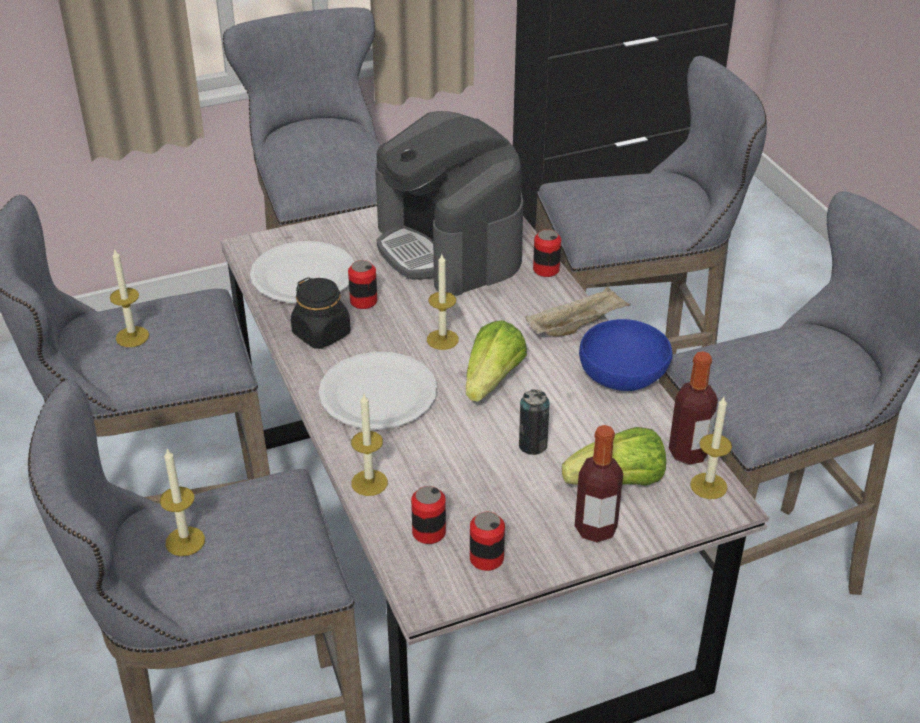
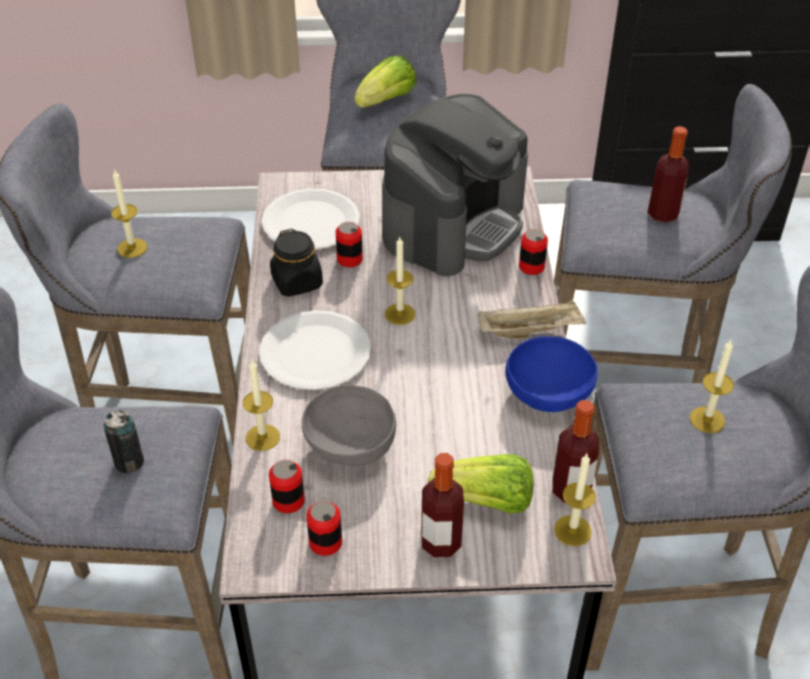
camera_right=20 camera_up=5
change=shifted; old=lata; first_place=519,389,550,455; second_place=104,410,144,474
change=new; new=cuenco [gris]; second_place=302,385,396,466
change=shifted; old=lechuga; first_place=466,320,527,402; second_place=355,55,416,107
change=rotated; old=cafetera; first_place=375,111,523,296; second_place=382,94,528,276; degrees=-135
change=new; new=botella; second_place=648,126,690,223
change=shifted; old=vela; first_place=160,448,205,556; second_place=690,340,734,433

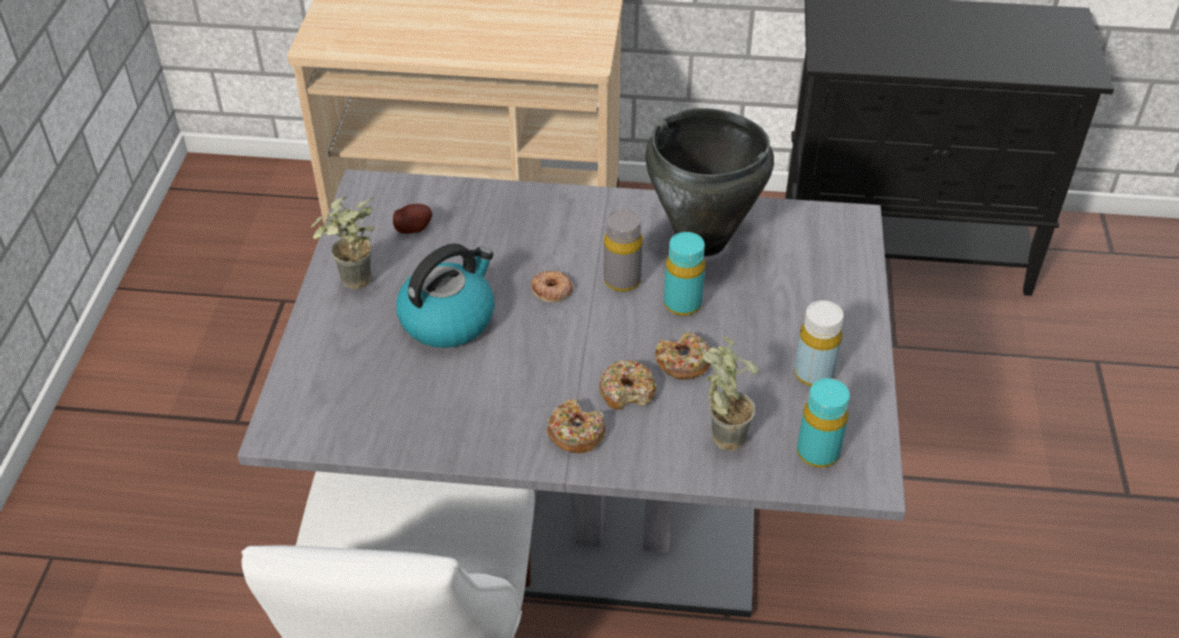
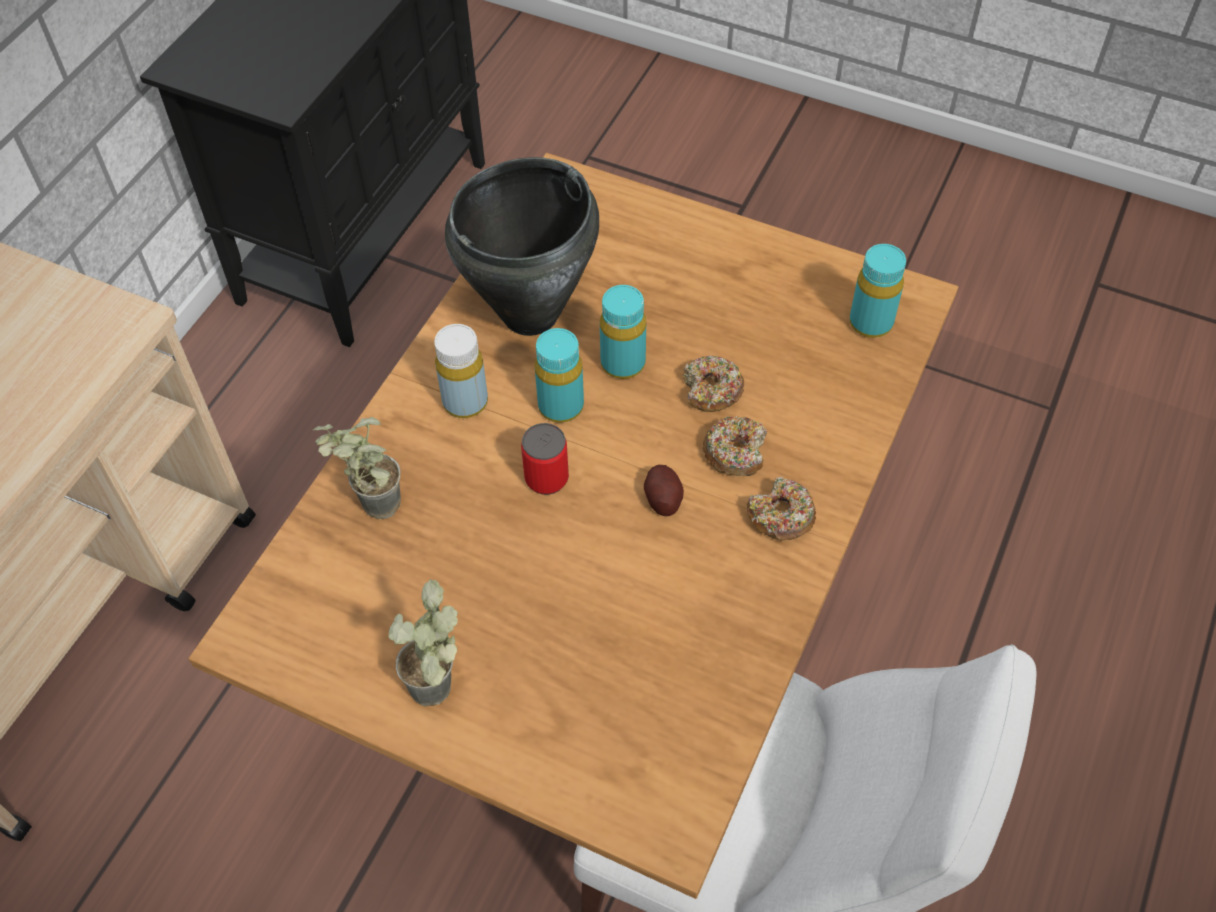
camera_right=-70 camera_up=10
change=repainted; old=mesa de comedor [gris]; new=mesa de comedor [marrón]; first_place=238,169,906,618; second_place=188,153,958,899
change=shifted; old=planta en maceta; first_place=703,334,758,451; second_place=313,417,401,519
change=shifted; old=botella [amarillo]; first_place=794,300,844,386; second_place=434,324,488,418
change=swapped; old=rosquilla; new=lata; first_place=531,271,573,302; second_place=521,423,569,495
change=repainted; old=botella [gris]; new=botella [turquesa]; first_place=603,209,643,292; second_place=535,328,584,423
change=shifted; old=patata; first_place=393,204,432,234; second_place=644,465,684,516
change=gone; old=hervidor; first_place=396,243,494,348

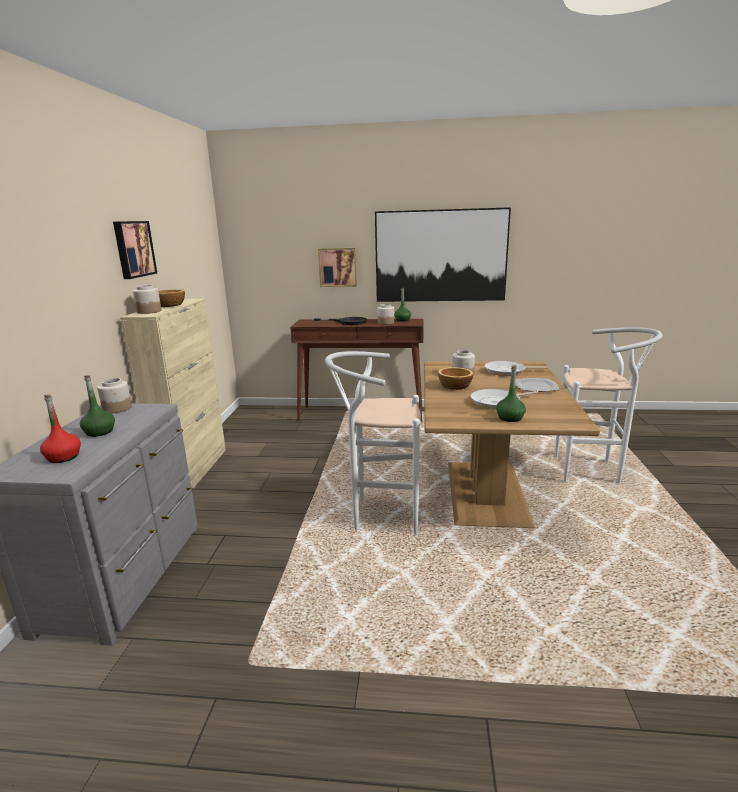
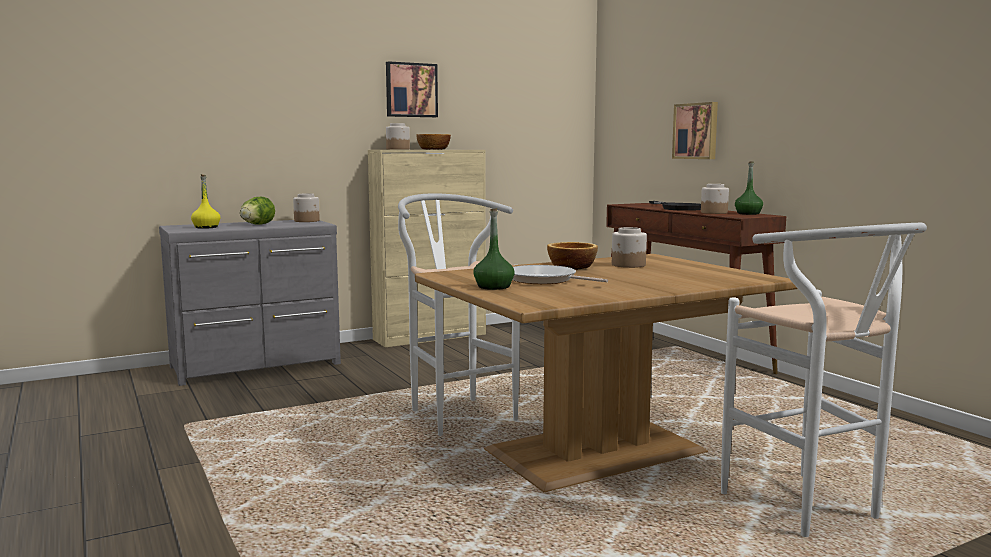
camera_right=55 camera_up=-10
change=repainted; old=botella [rojo]; new=botella [amarillo]; first_place=40,394,81,463; second_place=191,174,221,229
change=swapped; old=botella [verde]; new=lechuga; first_place=80,375,115,437; second_place=240,197,275,225
change=gone; old=cuadro; first_place=375,207,511,302
change=gone; old=sartén; first_place=484,361,549,376
change=gone; old=plato; first_place=515,378,559,392

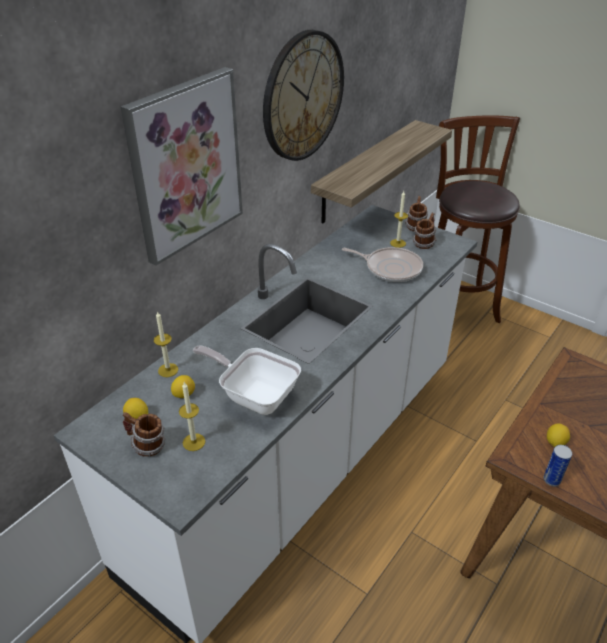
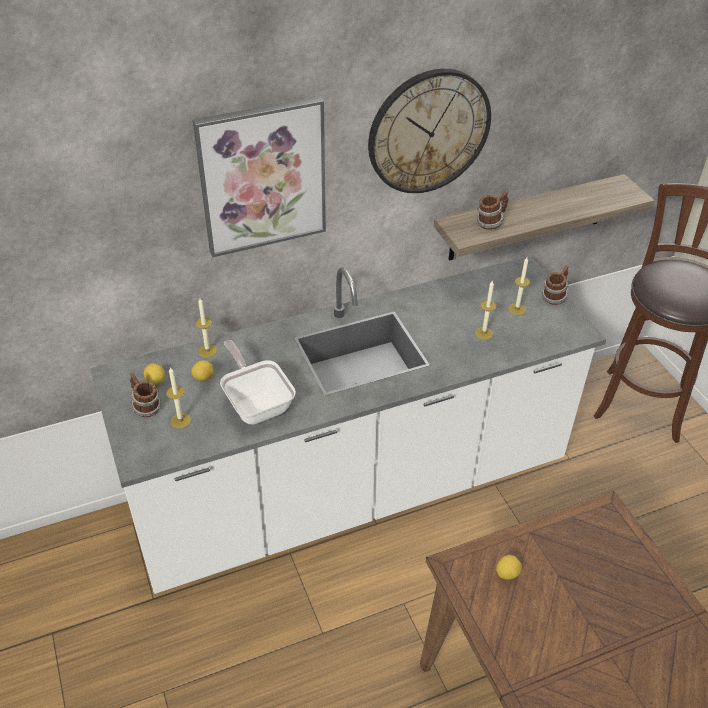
camera_right=30 camera_up=5
change=swapped; old=sartén; new=vela; first_place=342,247,423,282; second_place=475,280,496,340
change=shifted; old=taza grande; first_place=413,213,437,249; second_place=477,191,509,230
change=gone; old=lata; first_place=544,445,572,486

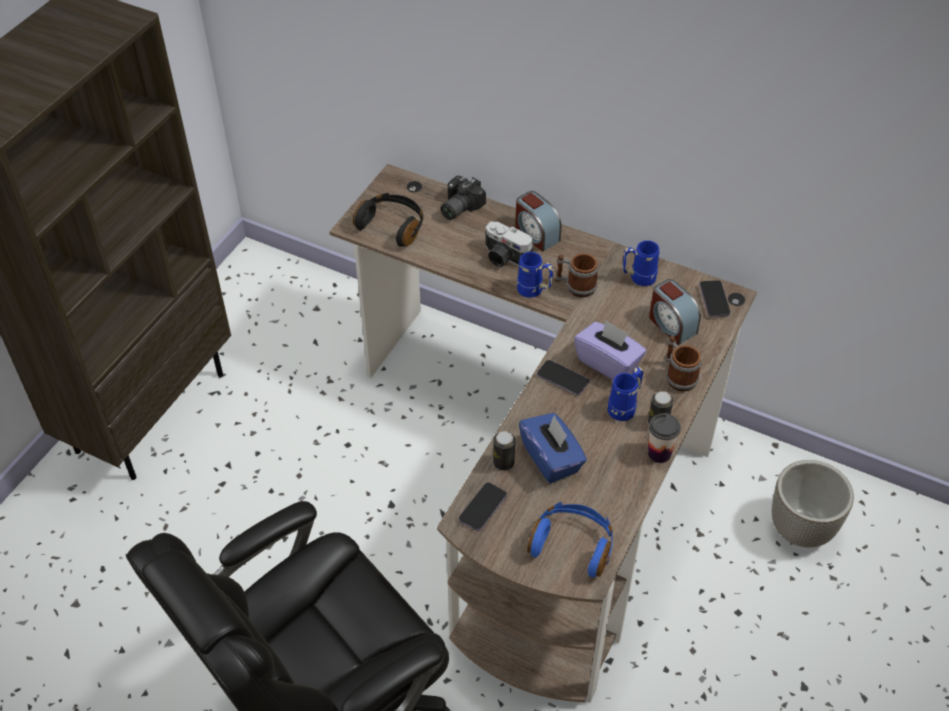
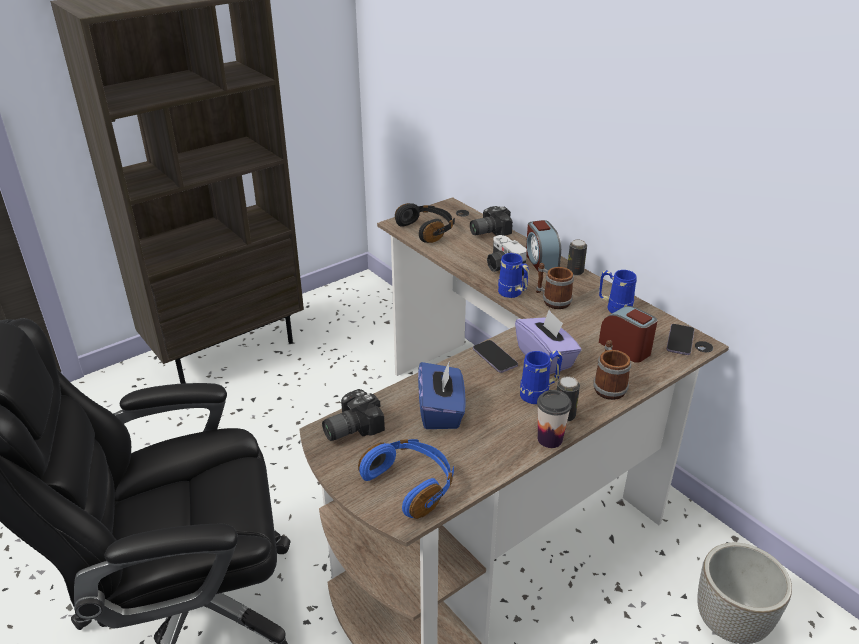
camera_right=25 camera_up=-15
change=swapped; old=móvil; new=cámara; first_place=458,482,507,531; second_place=322,389,385,441
change=shifted; old=lata; first_place=493,431,515,471; second_place=567,239,587,276
change=rotated; old=despertador; first_place=649,279,701,345; second_place=599,306,658,363; degrees=150

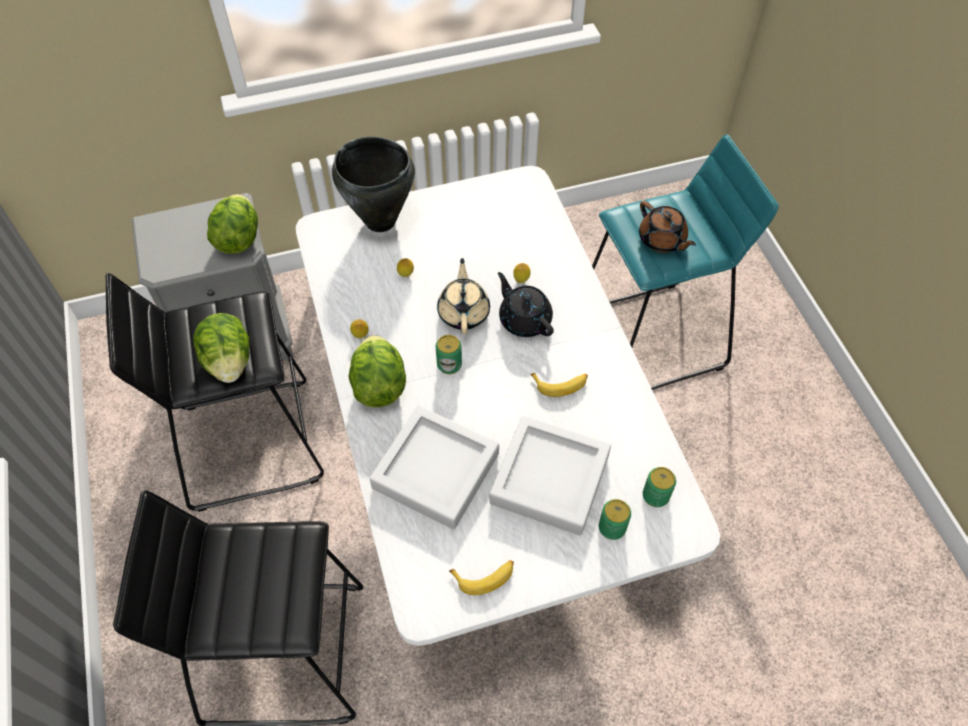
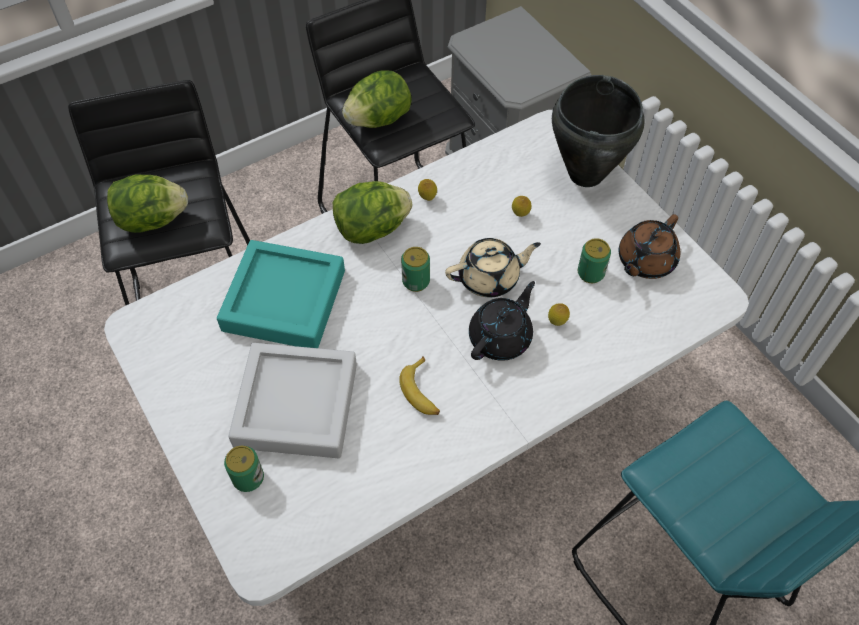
camera_right=75 camera_up=0
change=shifted; old=lechuga; first_place=207,194,258,254; second_place=107,174,188,233
change=repainted; old=bandeja [gris]; new=bandeja [turquesa]; first_place=369,406,499,529; second_place=217,240,345,348
change=shifted; old=lata; first_place=643,467,676,507; second_place=578,238,611,283
change=shifted; old=tetera [marrón]; first_place=639,201,696,253; second_place=619,214,680,279
change=gone; old=plátano; first_place=449,560,514,595

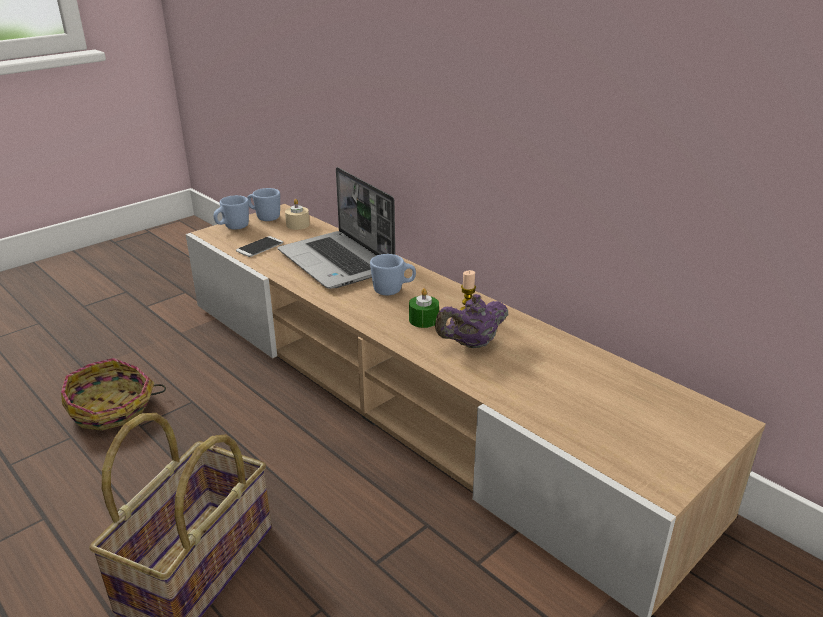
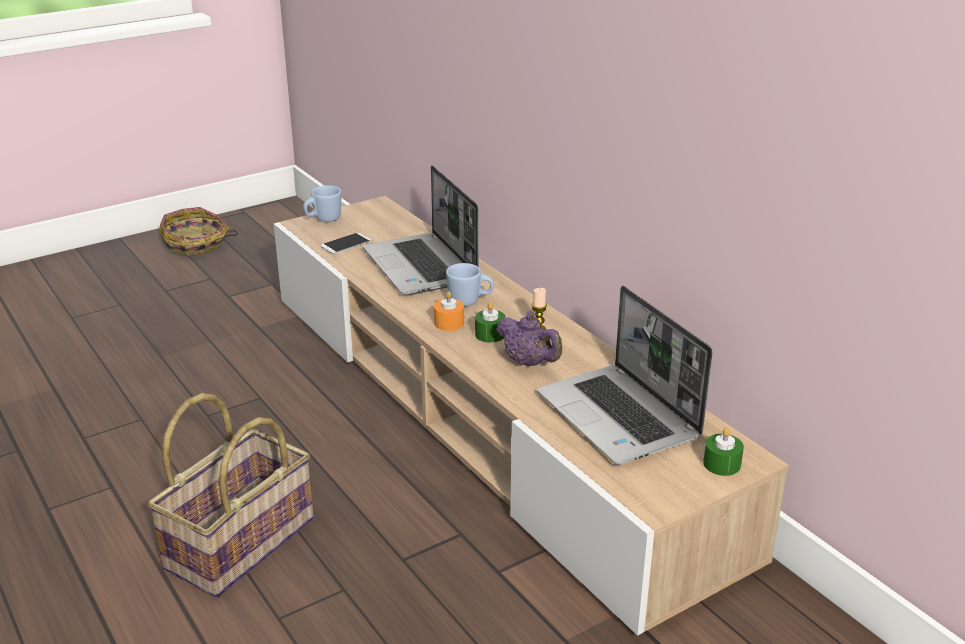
camera_right=10 camera_up=0
change=shifted; old=cesta; first_place=61,358,166,431; second_place=160,207,238,256
change=new; new=vela [naranja]; second_place=434,291,464,331
change=rotated; old=tetera [morado]; first_place=435,294,508,348; second_place=496,311,562,366; degrees=-120
change=new; new=portátil; second_place=537,286,713,465
change=new; new=vela [verde]; second_place=703,428,744,476
change=gone; old=taza grande [azul]; first_place=247,188,280,221
change=gone; old=vela [beis]; first_place=285,199,310,230

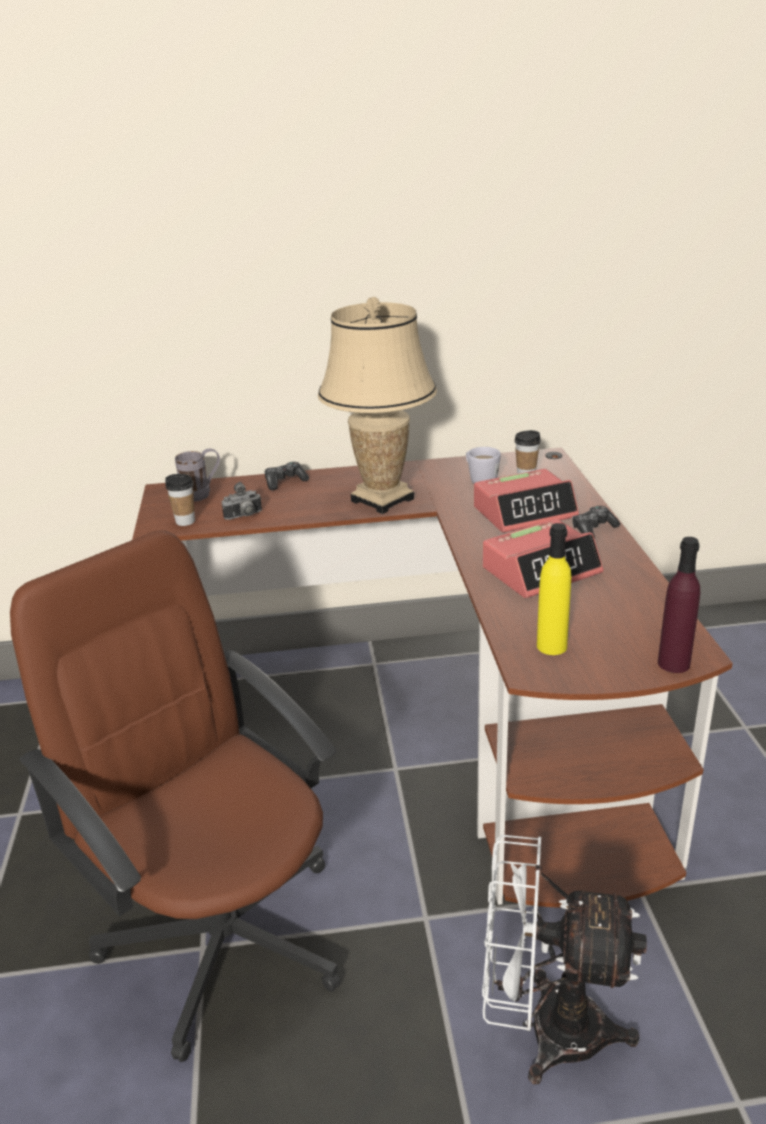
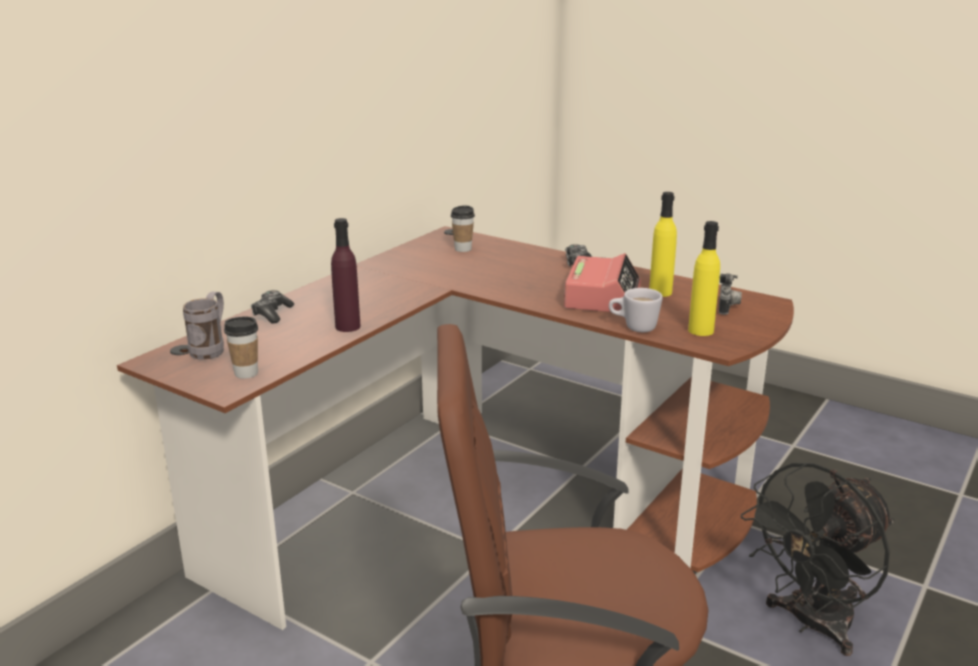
camera_right=-50 camera_up=-5
change=shifted; old=botella [morado]; first_place=658,537,700,673; second_place=331,218,361,332
change=shifted; old=taza grande [blanco]; first_place=466,447,501,483; second_place=609,288,663,332
change=new; new=botella [amarillo]; second_place=649,192,677,297
change=shifted; old=cámara; first_place=222,482,262,520; second_place=719,273,742,315
change=repainted; old=ventilador [blanco]; new=ventilador [negro]; first_place=482,835,647,1084; second_place=741,463,894,656
change=gone; old=lámpara de mesa [beis]; first_place=318,297,437,514
change=gone; old=despertador; first_place=474,469,579,533

